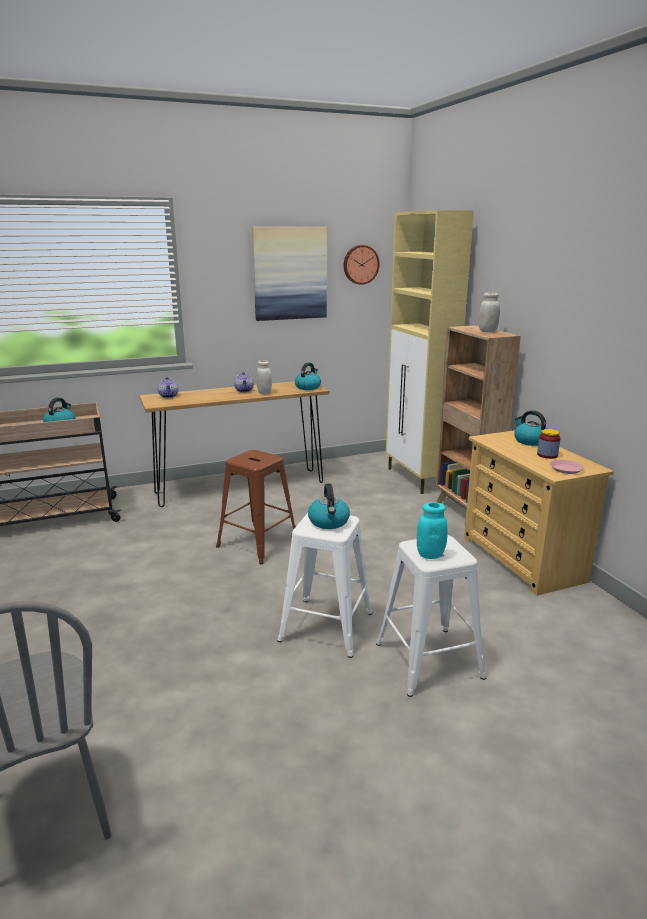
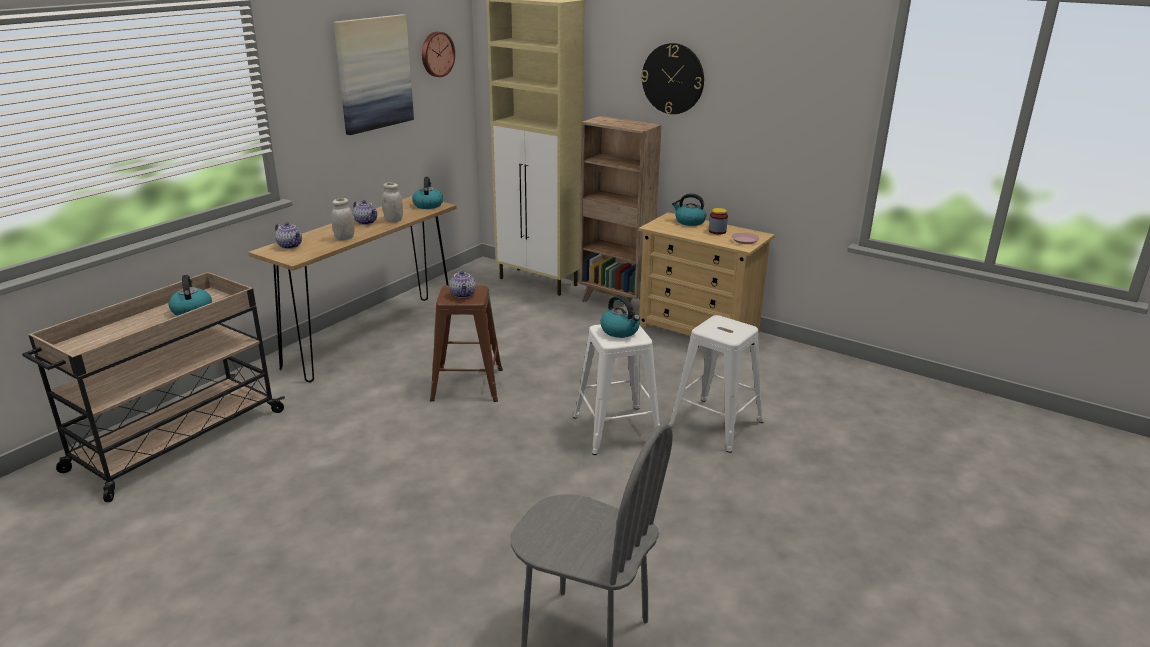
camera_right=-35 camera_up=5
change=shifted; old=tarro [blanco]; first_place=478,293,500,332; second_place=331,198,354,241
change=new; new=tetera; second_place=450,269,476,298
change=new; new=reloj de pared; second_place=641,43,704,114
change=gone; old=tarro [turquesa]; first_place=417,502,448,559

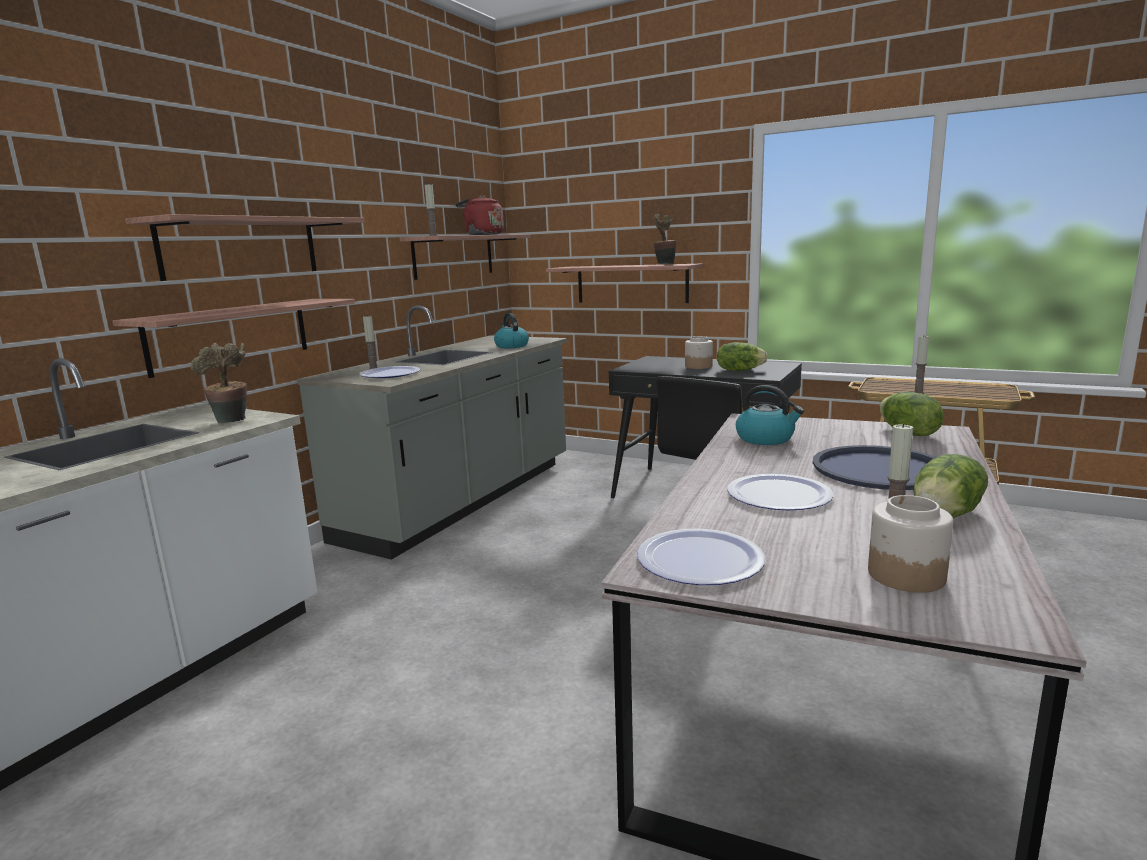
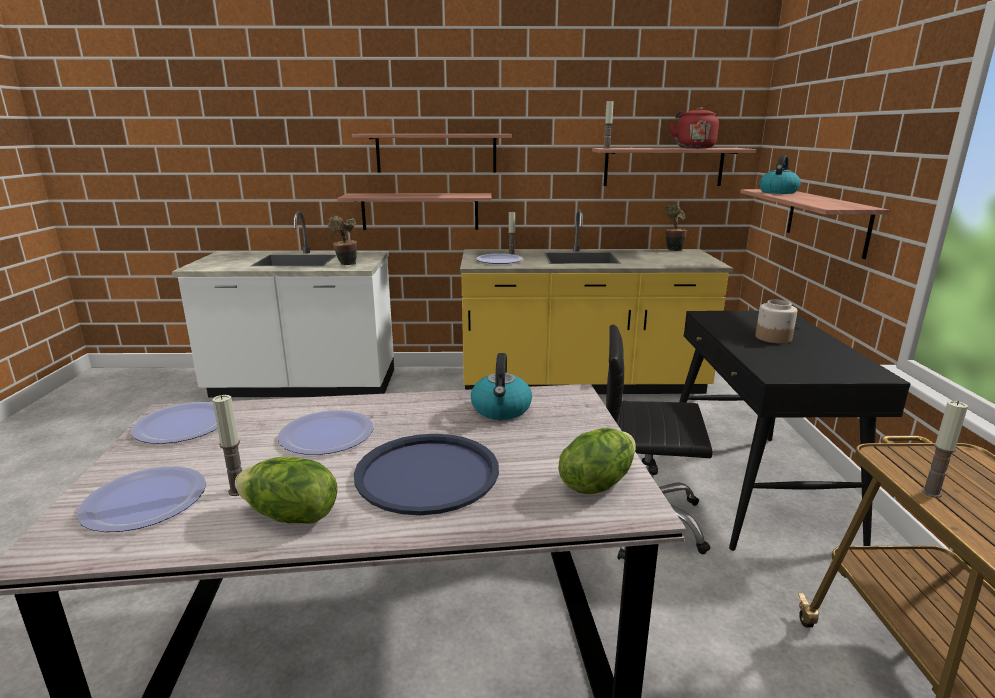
camera_right=60 camera_up=5
change=swapped; old=tarro; new=plato; first_place=868,495,953,593; second_place=77,466,206,532
change=repainted; old=mueble bajo de cocina [gris]; new=mueble bajo de cocina [amarillo]; first_place=297,306,568,560; second_place=460,209,733,394
change=shifted; old=planta en maceta; first_place=653,214,676,264; second_place=665,204,687,251
change=shifted; old=hervidor; first_place=494,313,529,348; second_place=759,155,801,194
change=gone; old=lechuga; first_place=717,342,768,371

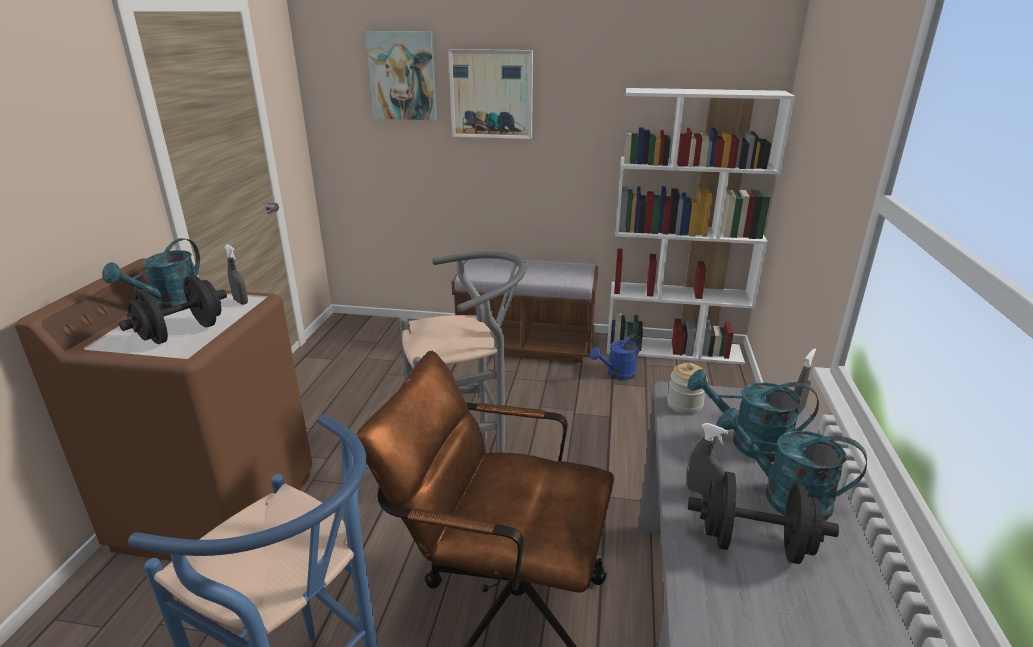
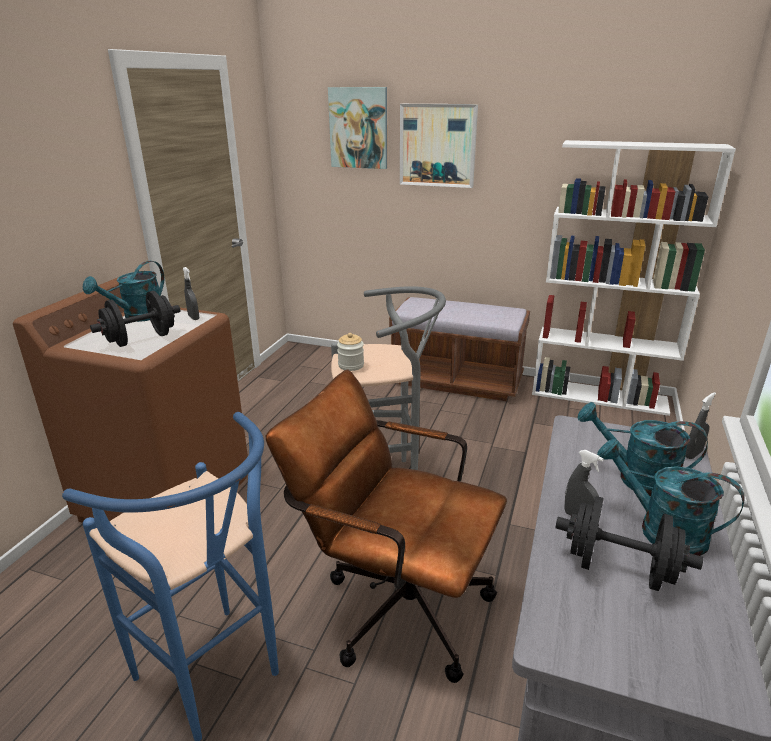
camera_right=10 camera_up=0
change=shifted; old=tarro; first_place=667,363,708,414; second_place=337,333,364,371
change=gone; old=regadera [azul]; first_place=590,334,641,380

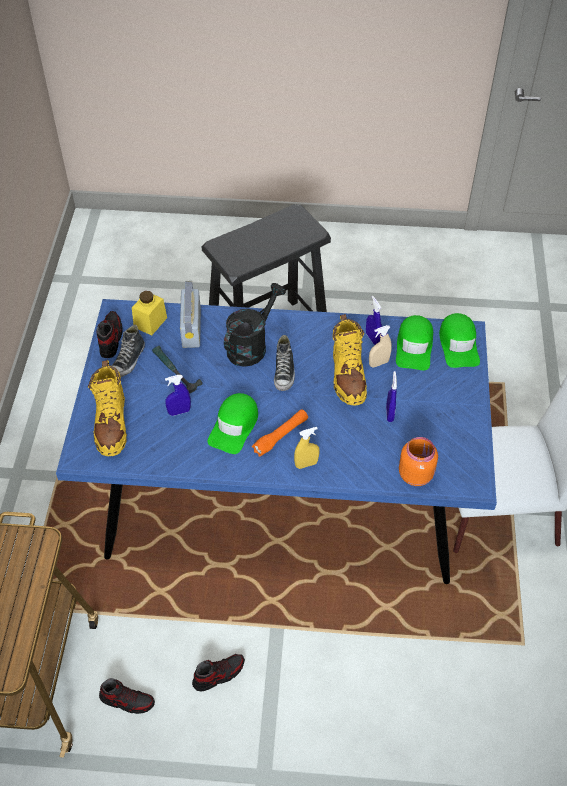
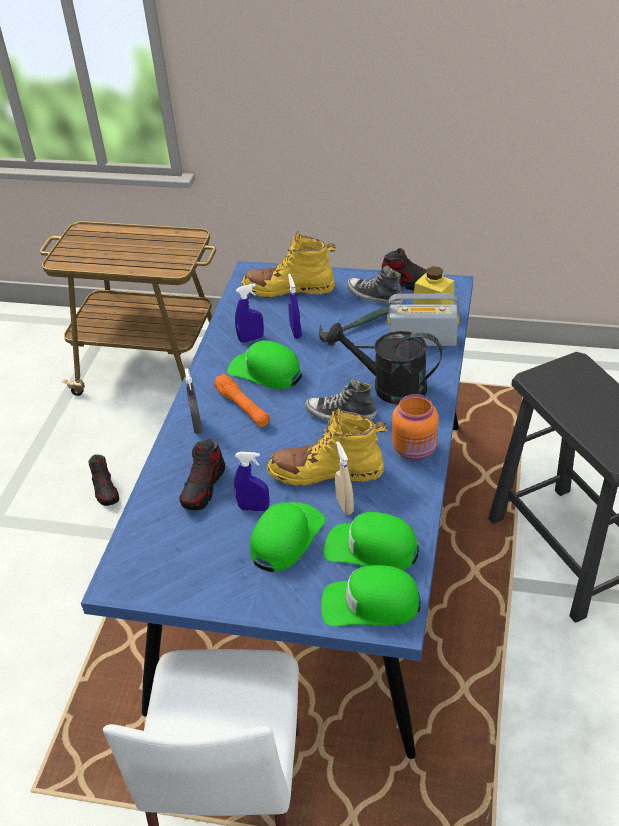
camera_right=100 camera_up=-10
change=shifted; old=zapato; first_place=99,678,155,714; second_place=179,439,225,510
change=repainted; old=pulverizador [amarillo]; new=pulverizador [gris]; first_place=294,427,320,469; second_place=185,368,203,434
change=shifted; old=pulverizador [azul]; first_place=366,296,382,345; second_place=235,284,264,343
change=new; new=gorra [verde]; second_place=250,502,325,572
change=rotated; old=regadera [negro]; first_place=224,283,286,367; second_place=326,323,442,405; degrees=150
change=shifted; old=tarro [naranja]; first_place=399,437,438,486; second_place=392,394,439,460

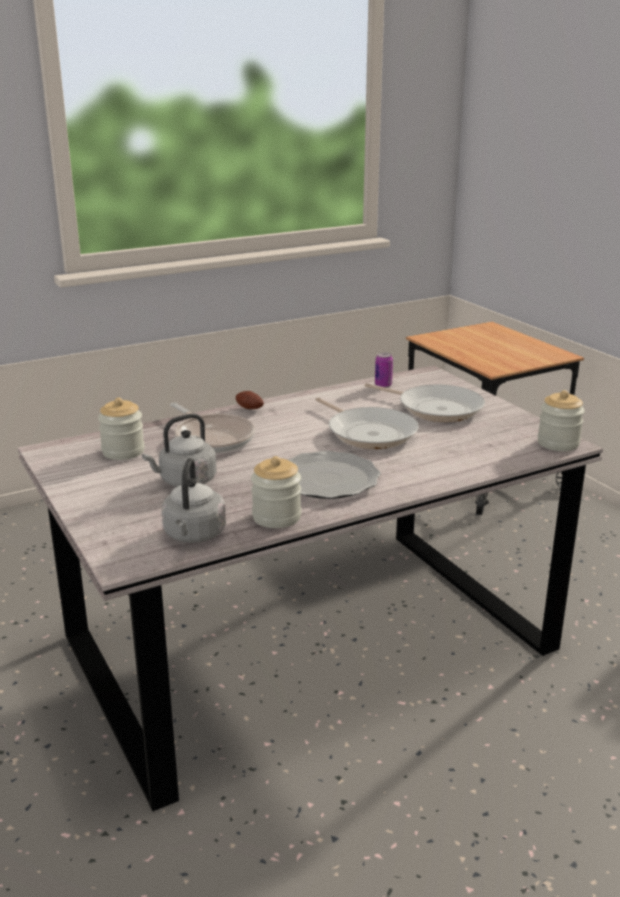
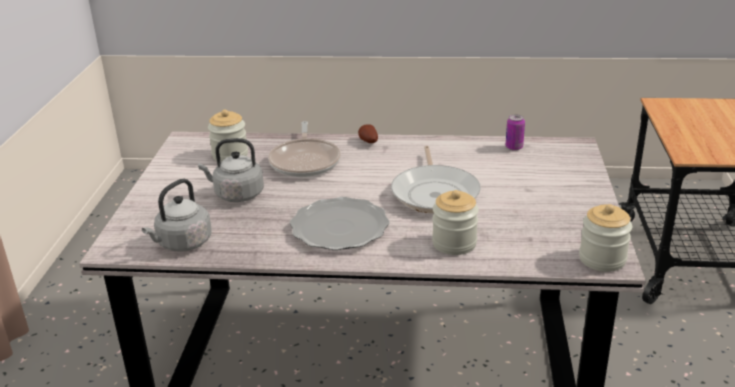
camera_right=35 camera_up=5
change=shifted; old=tarro; first_place=251,456,301,528; second_place=432,190,479,255
change=gone; old=sartén; first_place=364,383,485,422

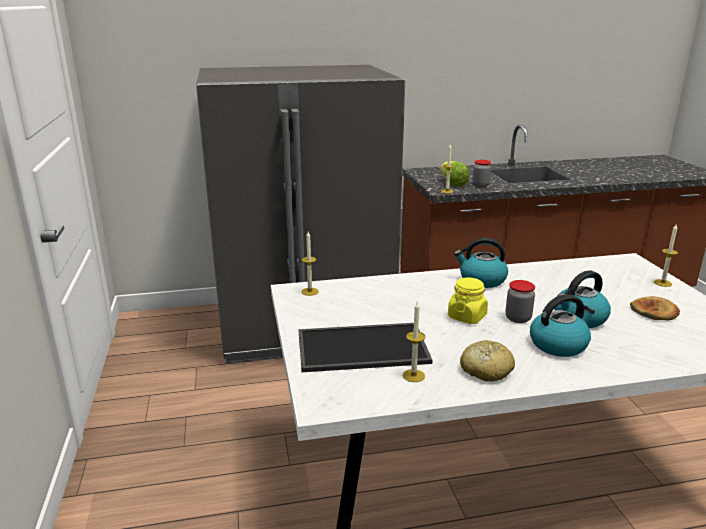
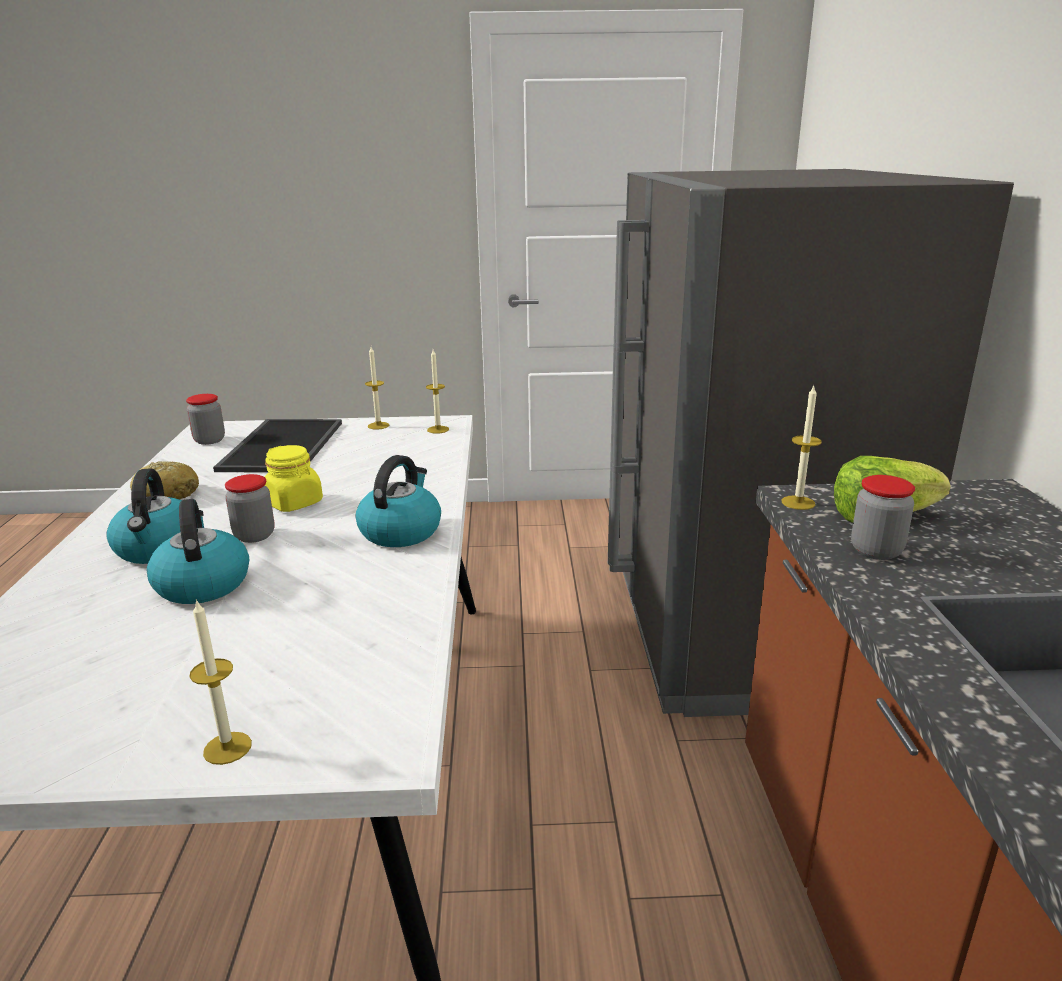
camera_right=100 camera_up=0
change=new; new=tarro; second_place=186,394,225,445
change=shifted; old=vela; first_place=403,301,426,382; second_place=365,347,390,430
change=gone; old=pan; first_place=630,296,680,321

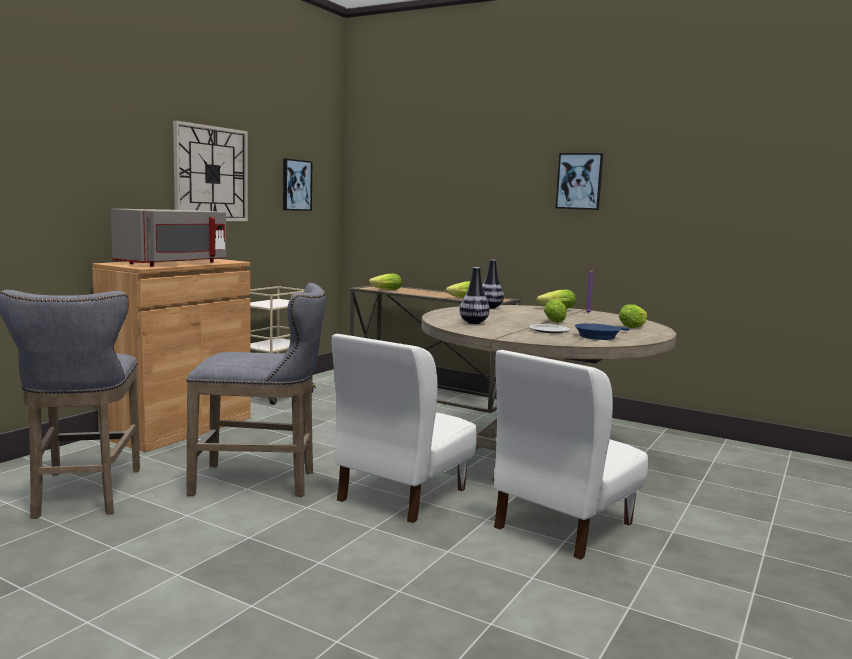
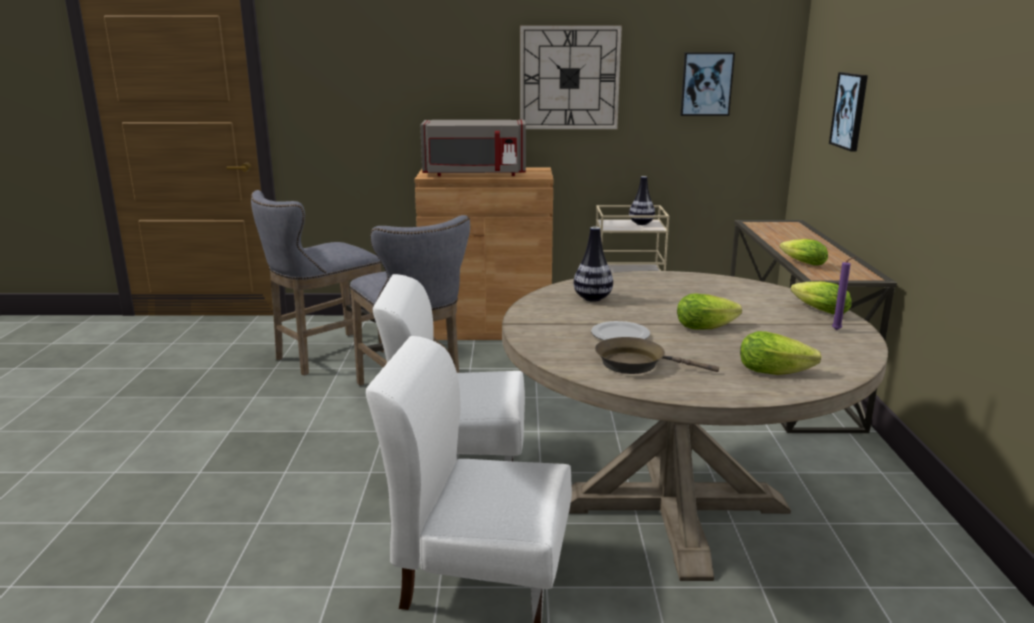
camera_right=60 camera_up=10
change=repainted; old=sartén [azul]; new=sartén [marrón]; first_place=575,323,629,340; second_place=595,337,719,374
change=shifted; old=florero; first_place=482,260,504,309; second_place=629,176,655,225
change=shifted; old=cuadro; first_place=556,153,603,210; second_place=829,72,868,152
change=gone; old=lechuga; first_place=369,273,402,290

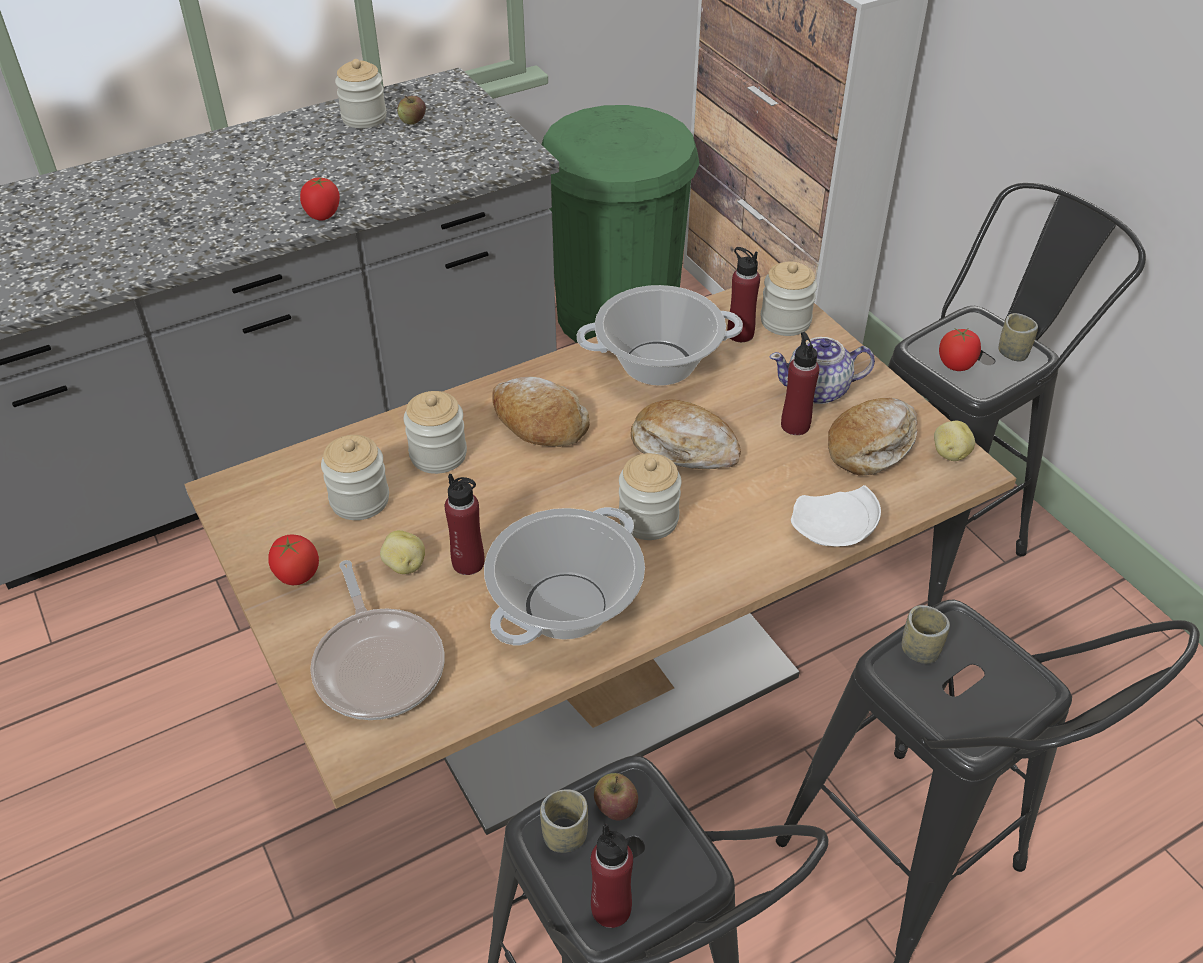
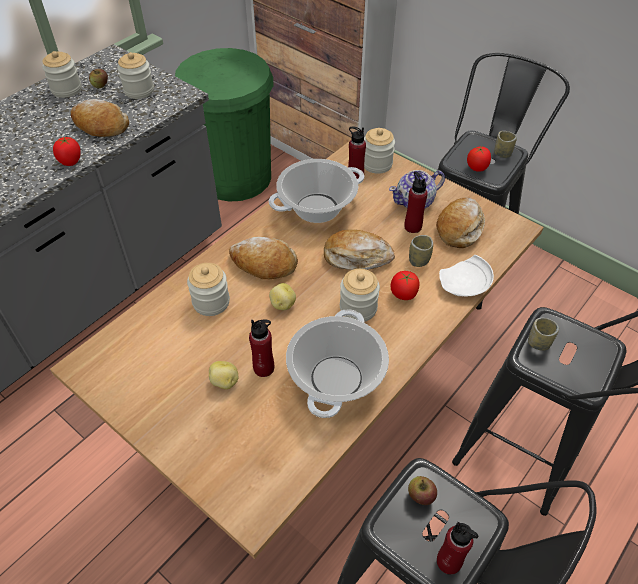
camera_right=-20 camera_up=5
change=new; new=pan; second_place=71,99,129,137
change=shifted; old=tarro; first_place=321,435,389,520; second_place=117,52,154,99
change=shifted; old=patata; first_place=934,421,975,461; second_place=269,283,296,310
change=shifted; old=tomate; first_place=268,534,319,585; second_place=391,271,419,300
change=shifted; old=taza; first_place=540,789,588,853; second_place=409,235,433,267
change=gone; old=sartén; first_place=310,560,444,720

